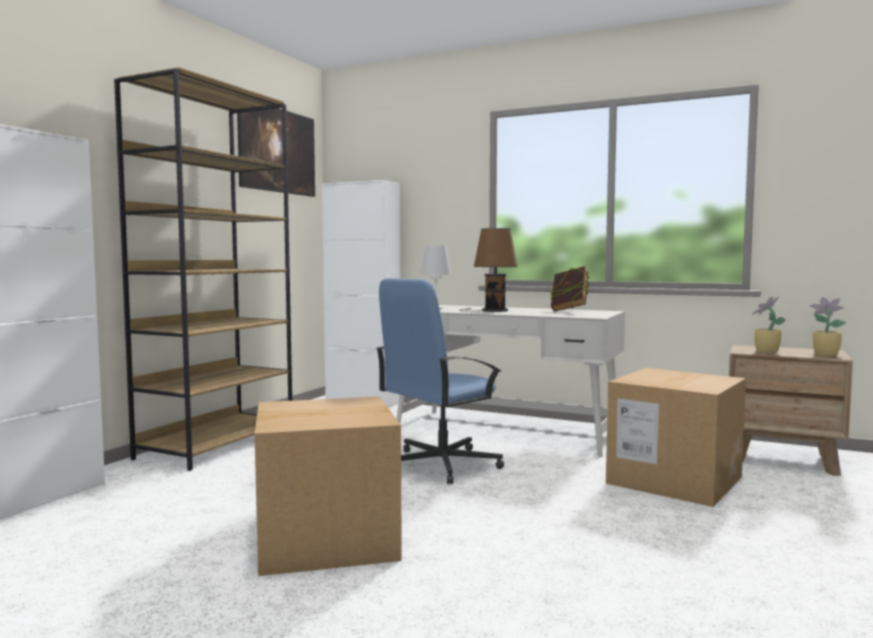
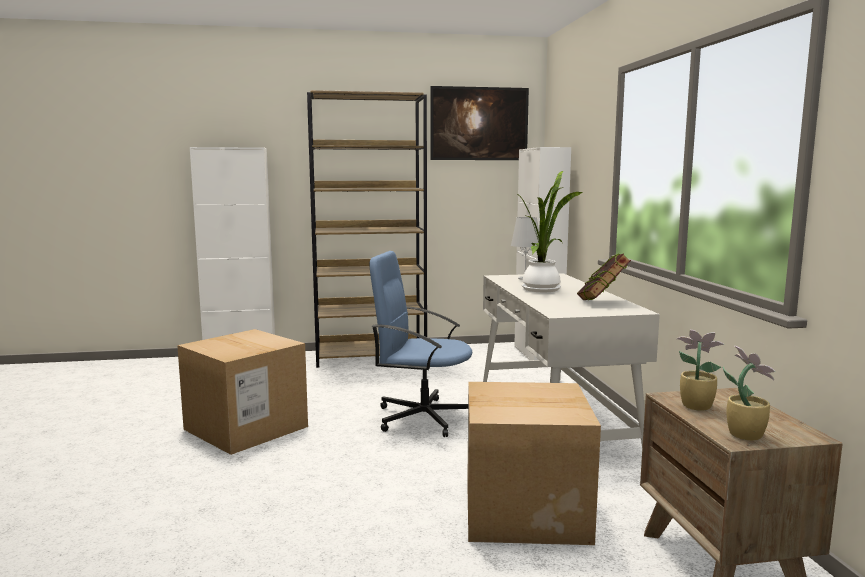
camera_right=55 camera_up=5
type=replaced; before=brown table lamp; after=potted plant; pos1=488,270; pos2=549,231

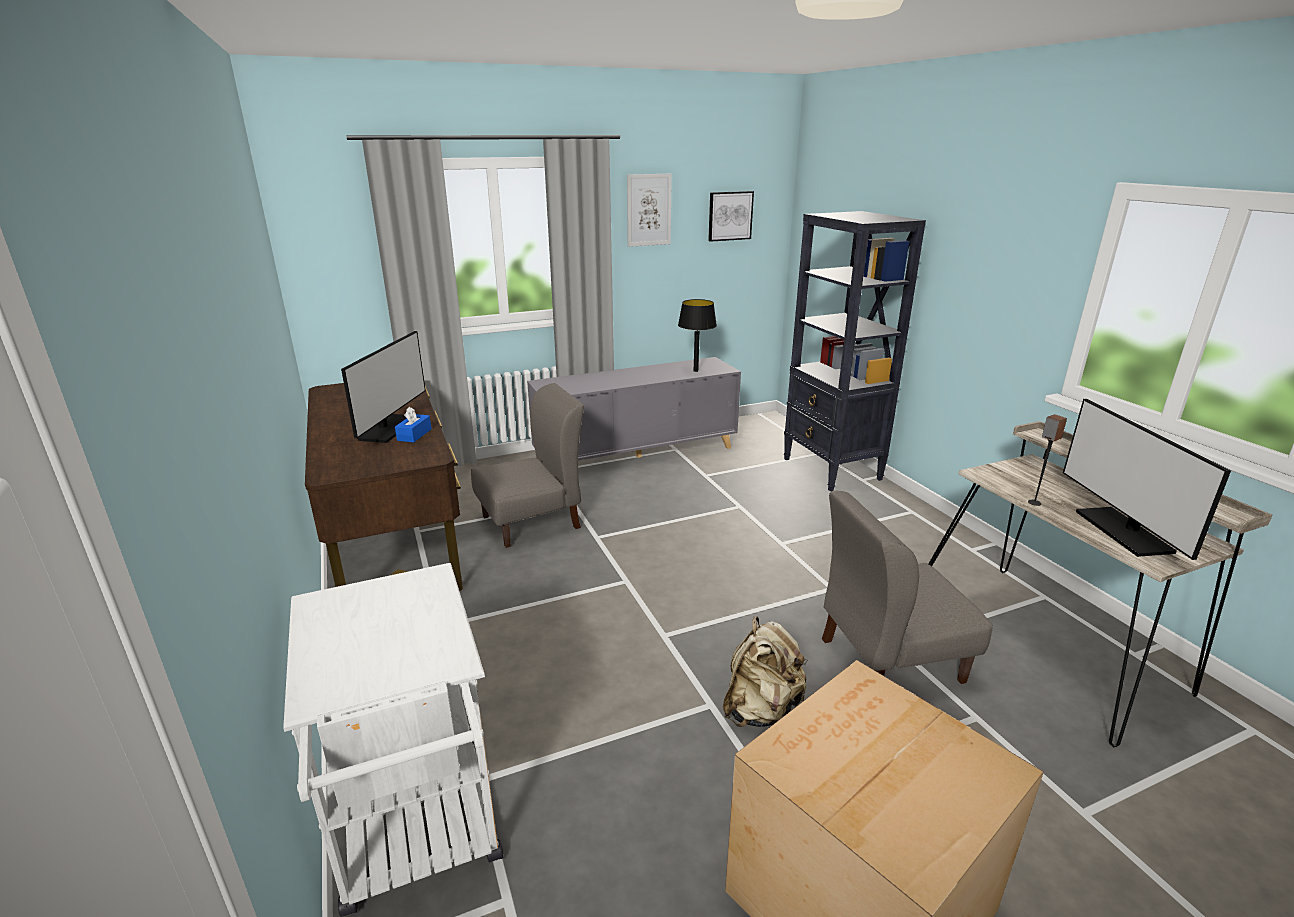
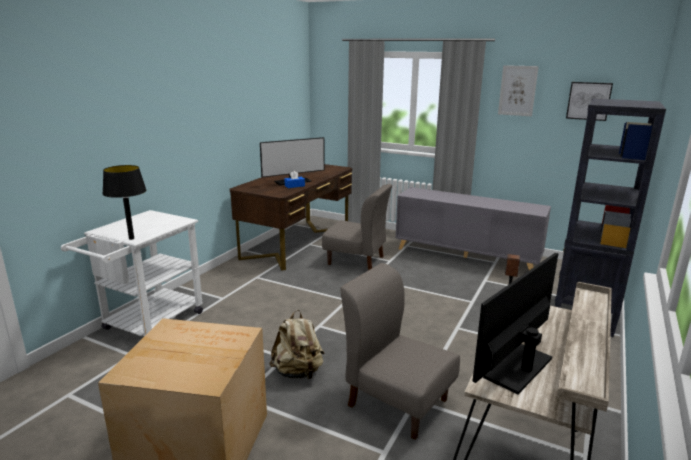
camera_right=50 camera_up=-5
type=moved; before=black table lamp; pos1=697,335; pos2=124,202

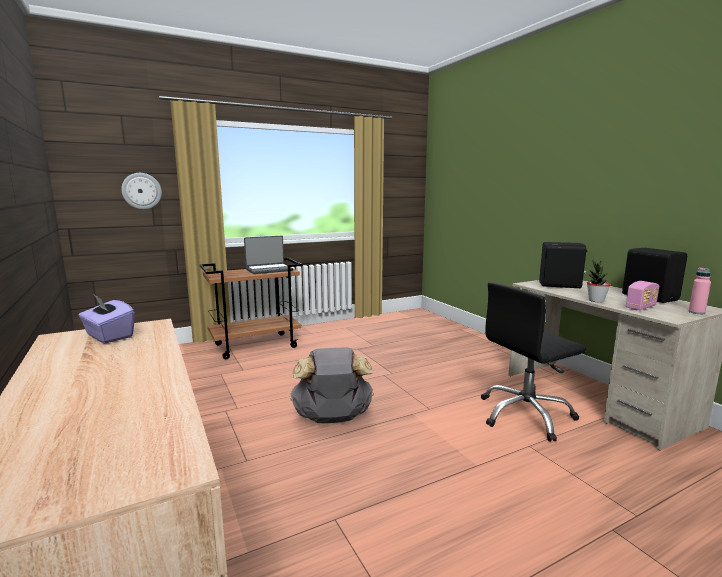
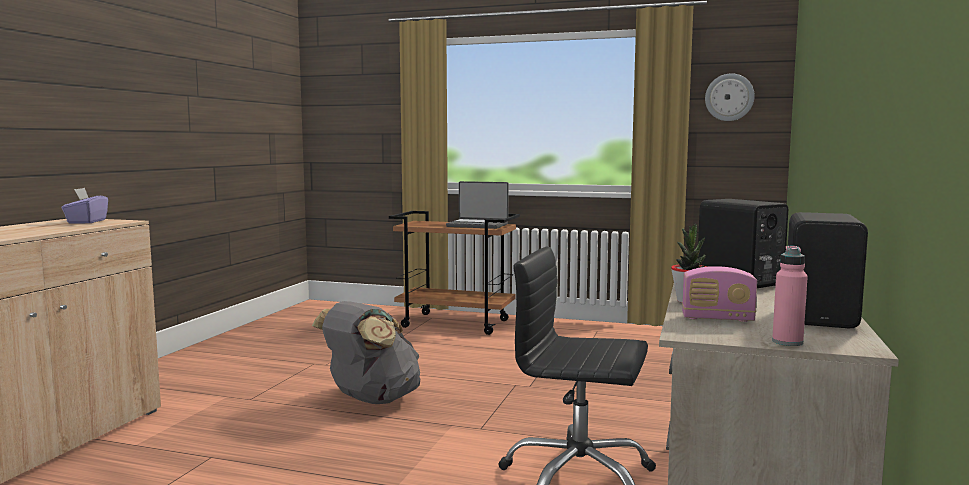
camera_right=45 camera_up=-5
type=moved; before=wall clock; pos1=141,191; pos2=730,97

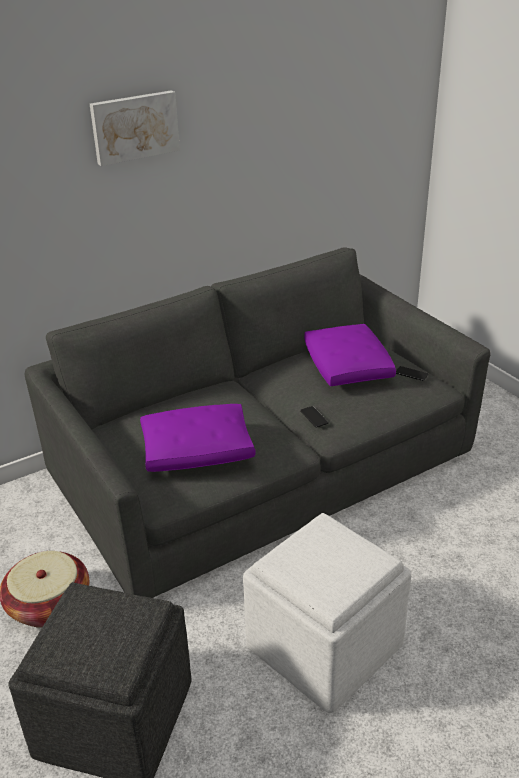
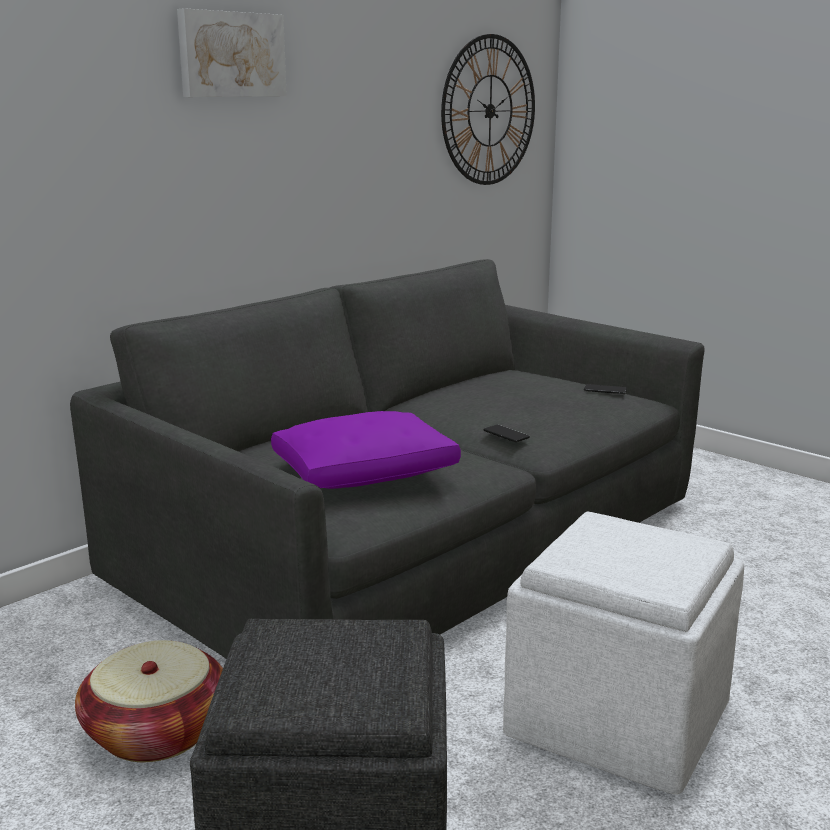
camera_right=-15 camera_up=-15
type=removed; before=purple pillow; pos1=350,355
type=added; after=wall clock; pos2=488,109

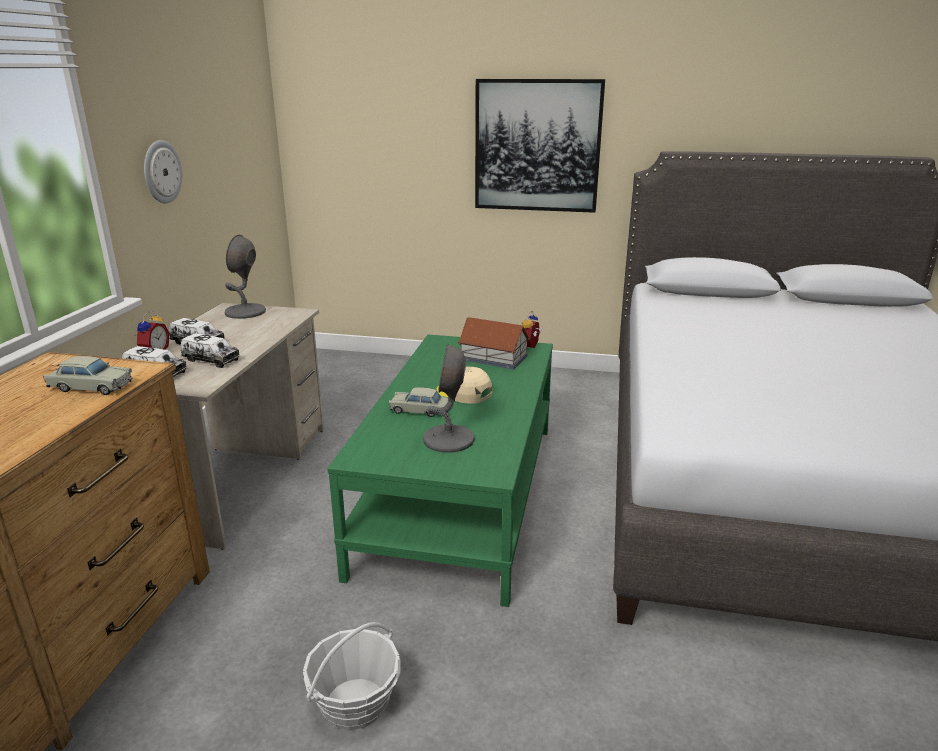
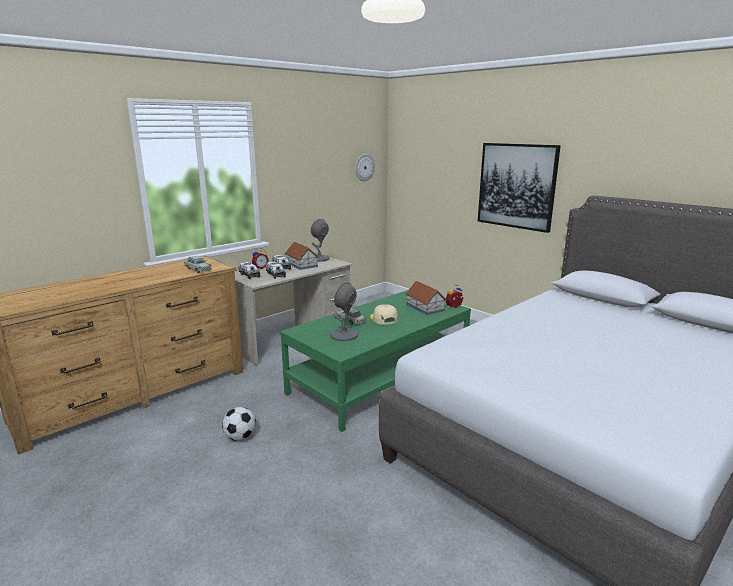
camera_right=35 camera_up=-5
type=moved; before=wall clock; pos1=163,172; pos2=365,167
type=replaced; before=basket; after=football; pos1=352,676; pos2=239,424
type=added; after=toy house; pos2=302,256

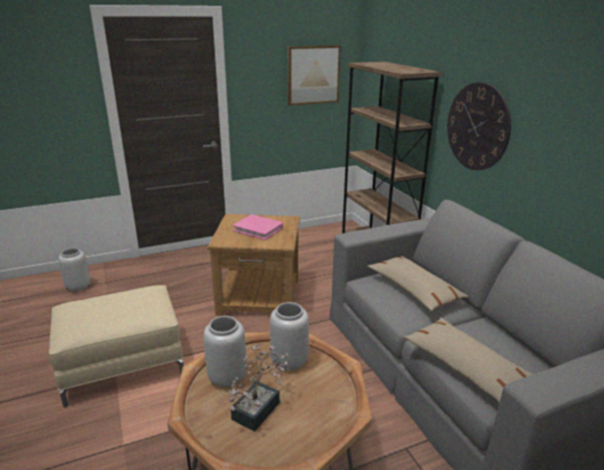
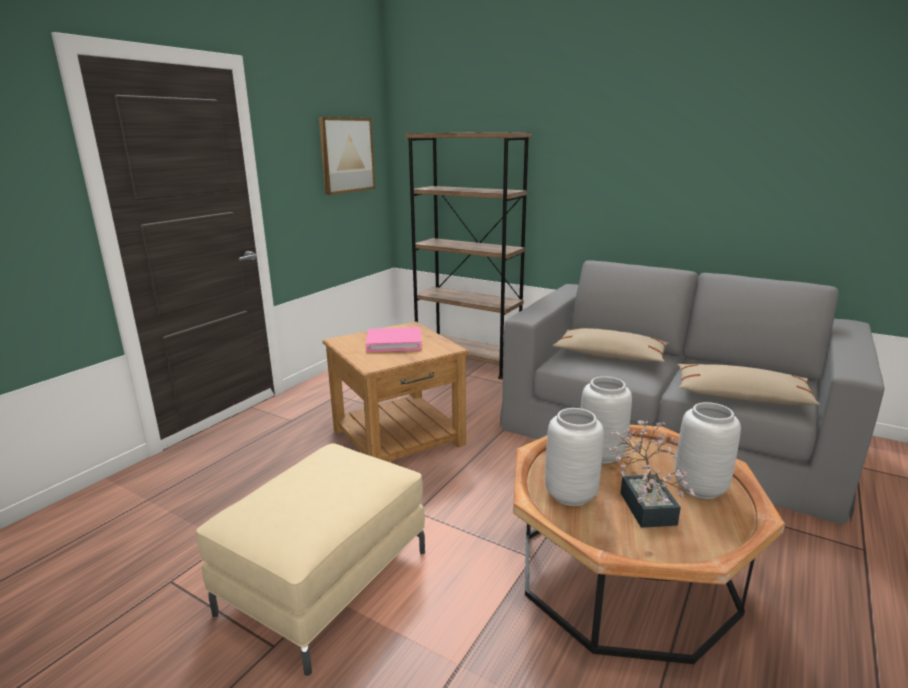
camera_right=-35 camera_up=-5
type=moved; before=grey vase; pos1=74,270; pos2=708,450
type=removed; before=wall clock; pos1=479,126

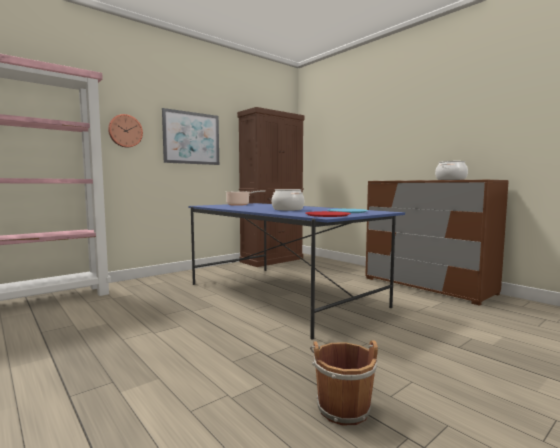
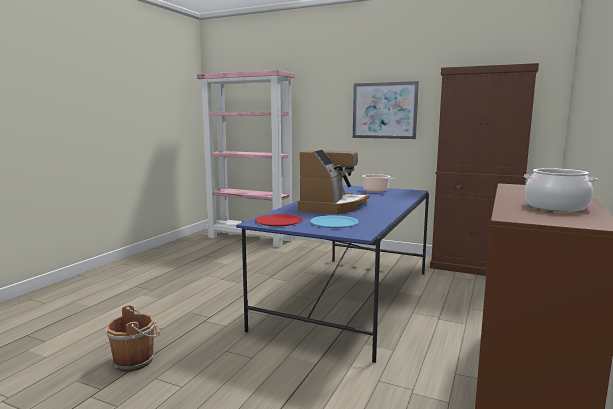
camera_right=65 camera_up=5
type=removed; before=wall clock; pos1=125,131
type=replaced; before=cooking pot; after=coffee machine; pos1=288,200; pos2=333,182

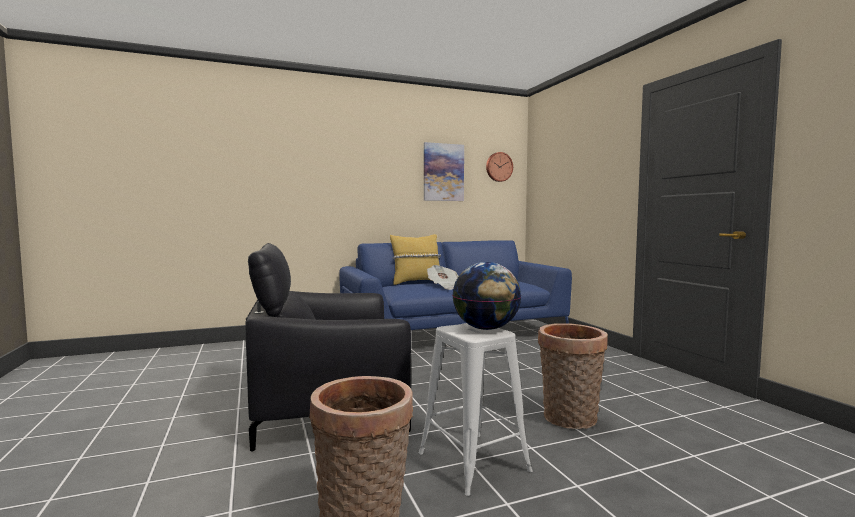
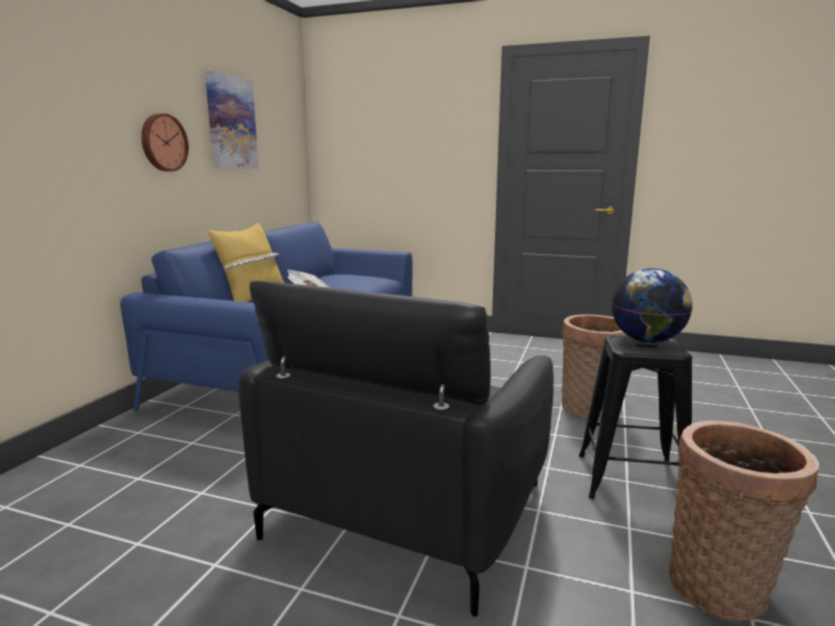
camera_right=-50 camera_up=10
type=recoloured; before=white stool; after=black stool; pos1=476,409; pos2=635,417
type=moved; before=wall clock; pos1=499,167; pos2=165,142

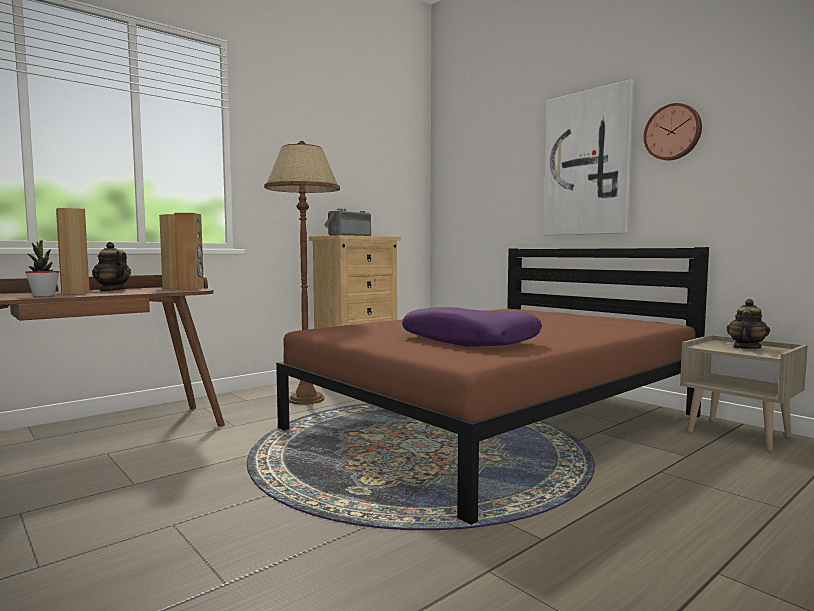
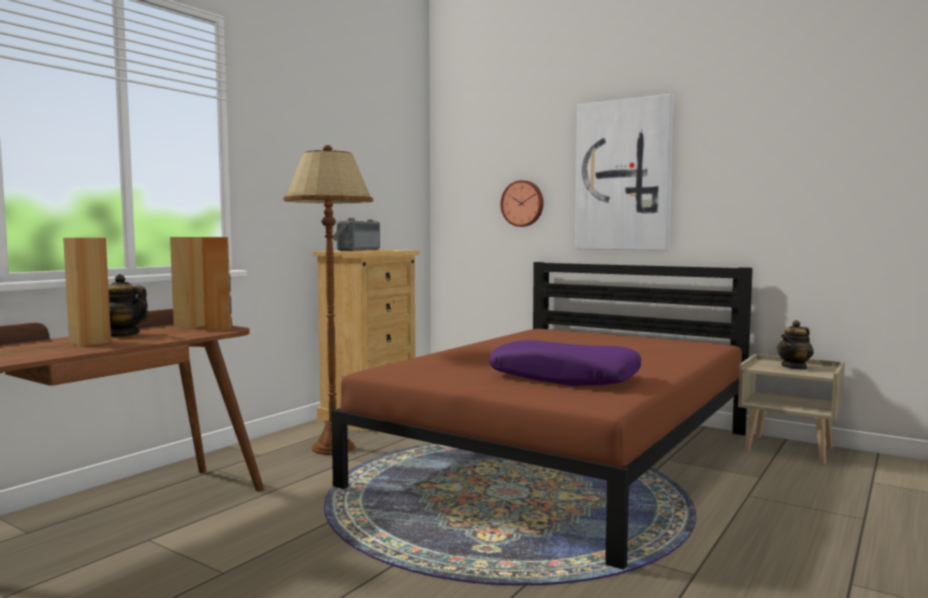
camera_right=-15 camera_up=0
type=removed; before=potted plant; pos1=42,268
type=moved; before=wall clock; pos1=673,131; pos2=522,203
type=turned; before=teapot; pos1=748,324; pos2=795,345; turn=-150

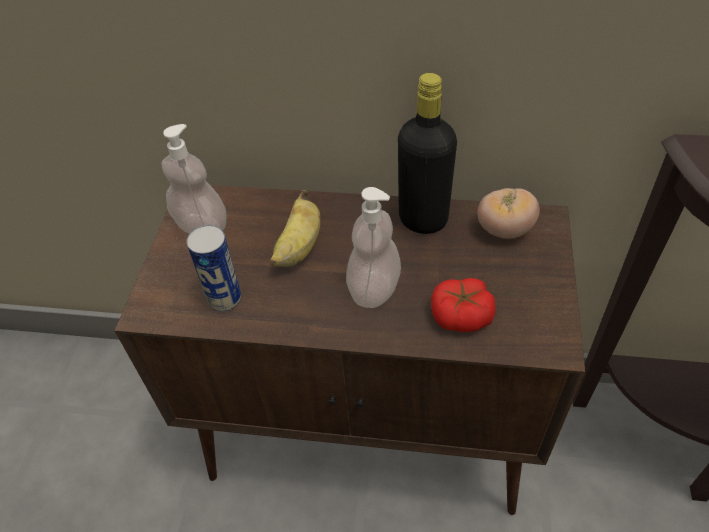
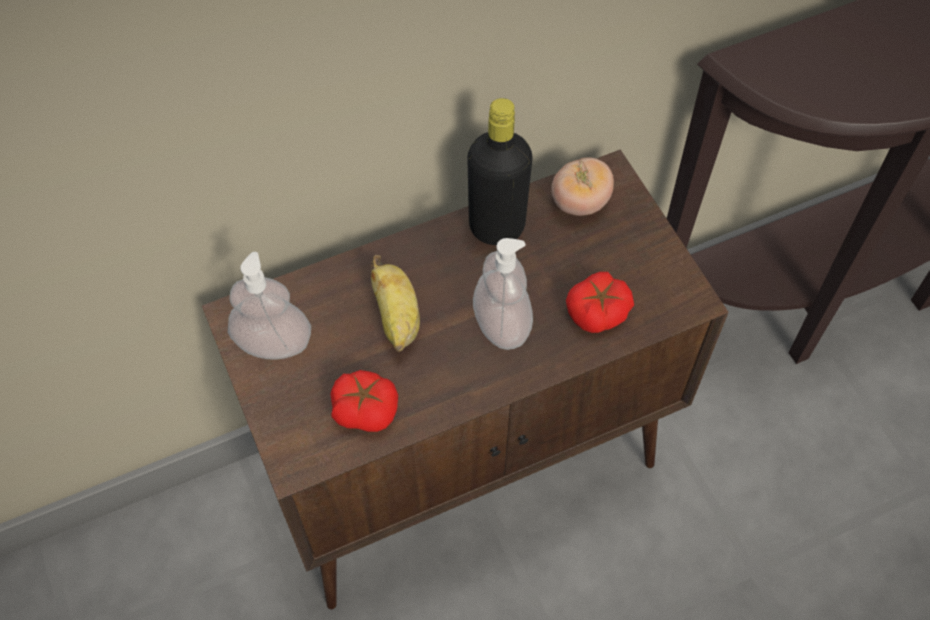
camera_right=-35 camera_up=10
type=replaced; before=can; after=tomato; pos1=214,268; pos2=364,401

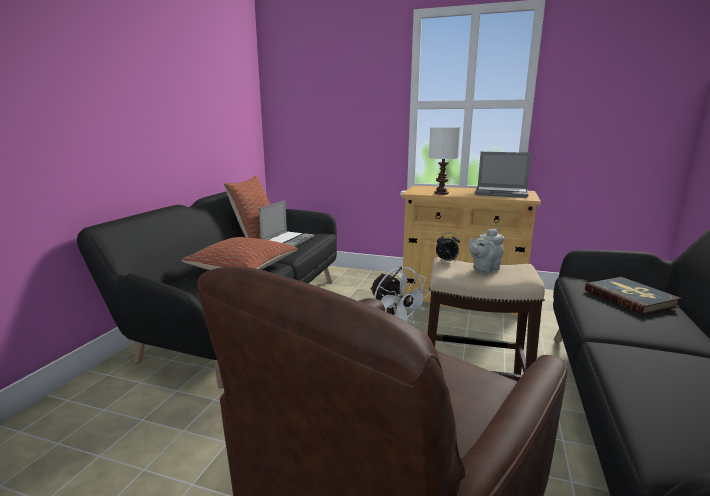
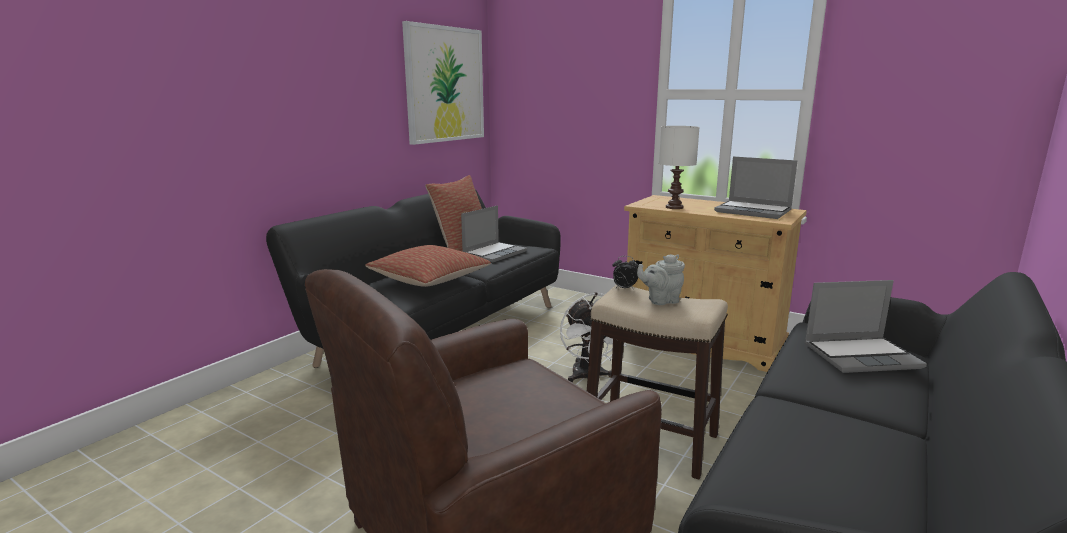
camera_right=15 camera_up=0
type=replaced; before=book; after=laptop; pos1=633,296; pos2=865,326
type=added; after=picture; pos2=443,83

